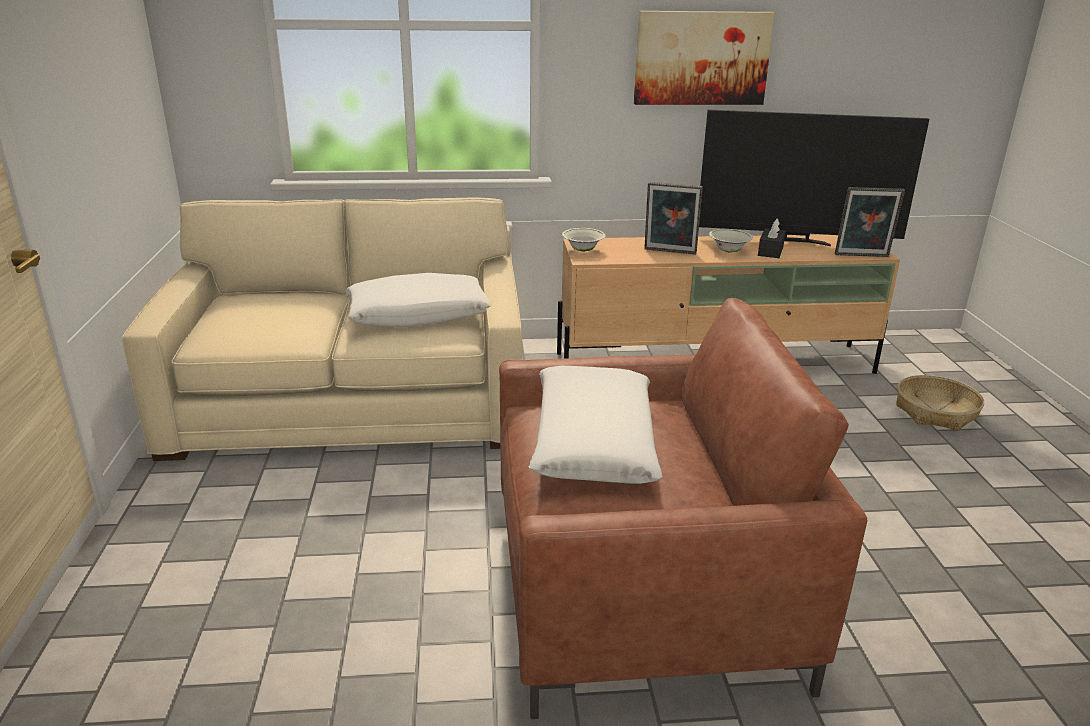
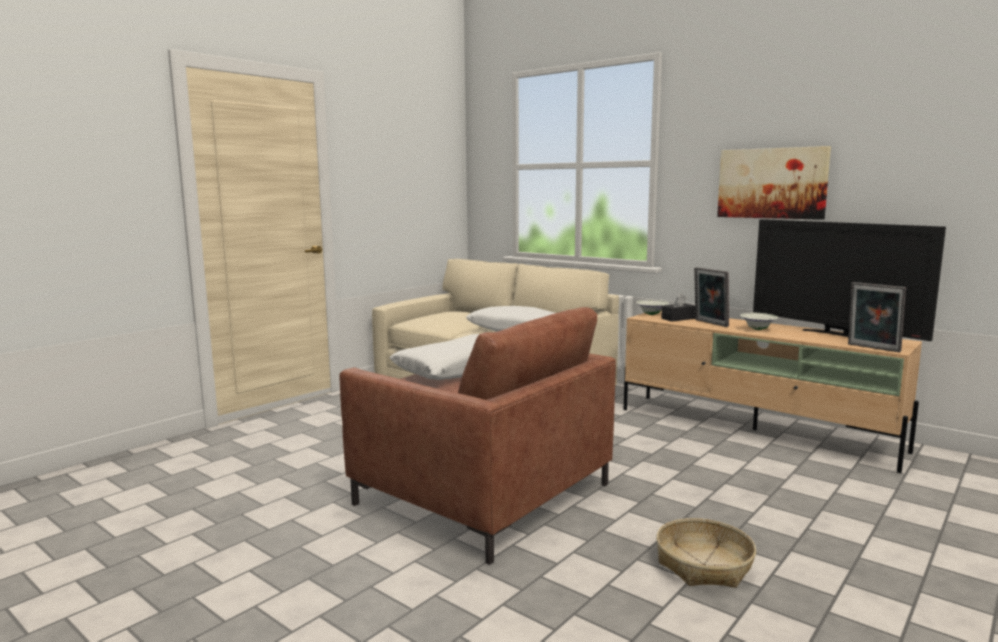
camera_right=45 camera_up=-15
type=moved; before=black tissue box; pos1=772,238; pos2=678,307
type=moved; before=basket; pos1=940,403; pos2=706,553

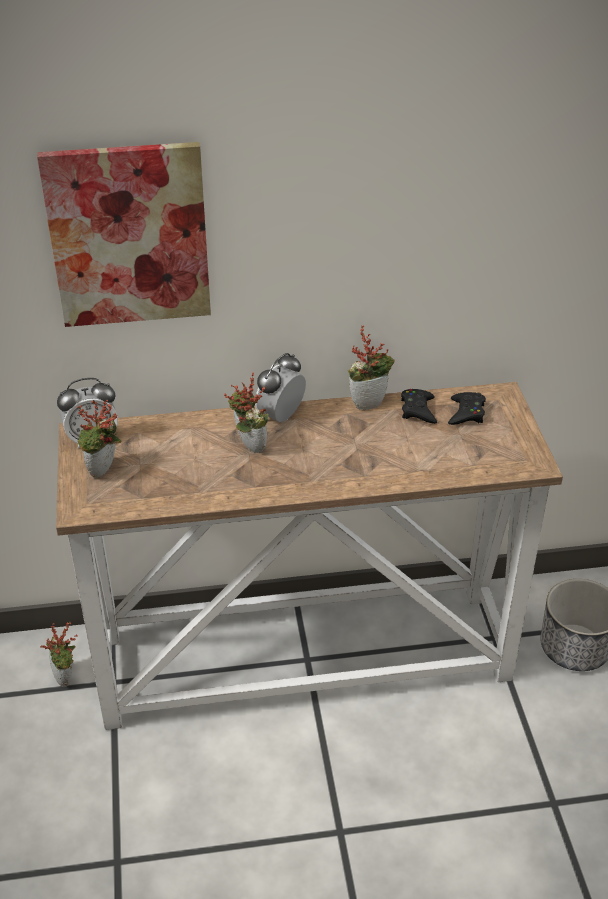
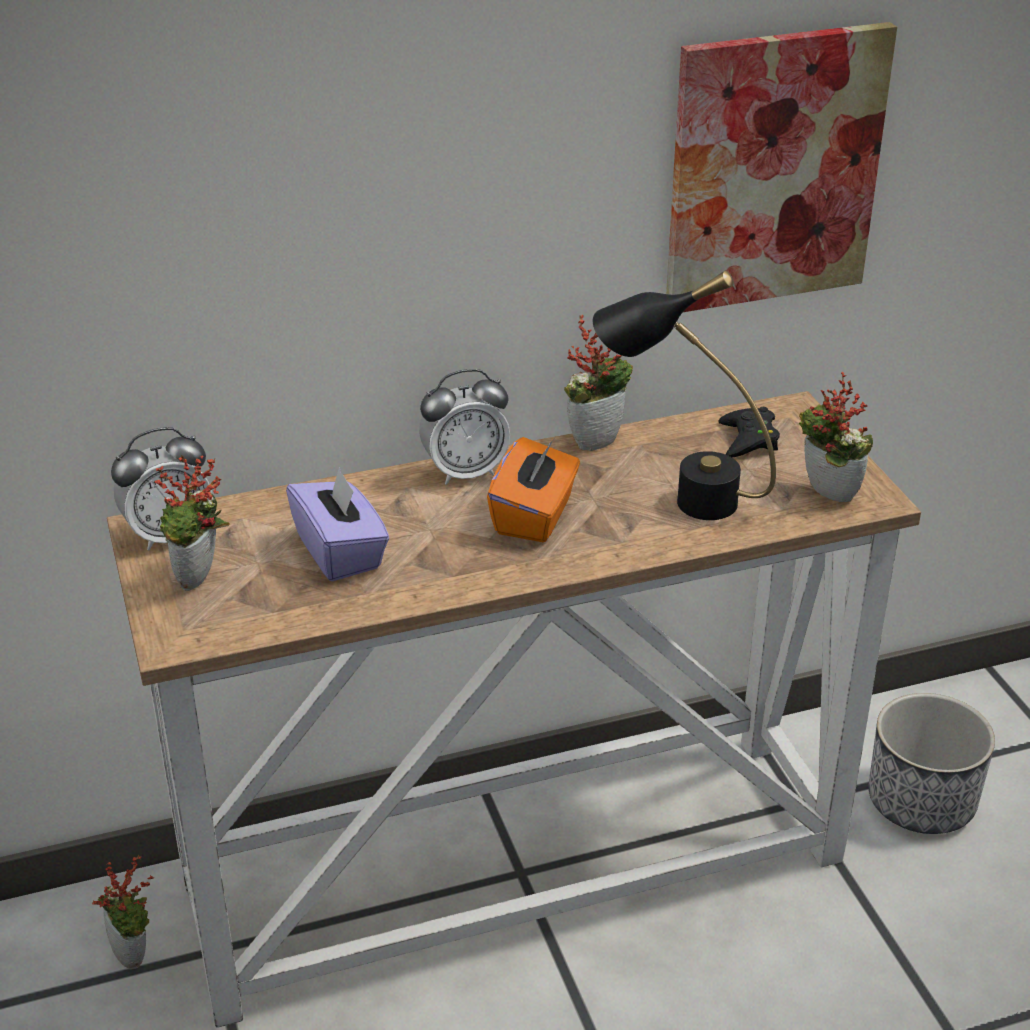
camera_right=-10 camera_up=-5
type=moved; before=picture; pos1=124,234; pos2=781,167
type=moved; before=potted plant; pos1=246,413; pos2=836,437
type=turned; before=alarm clock; pos1=280,387; pos2=464,427; turn=-135
type=removed; before=black game controller; pos1=419,406
type=added; after=purple tissue box; pos2=337,524
type=added; after=orange tissue box; pos2=533,490
type=added; after=black table lamp; pos2=684,395

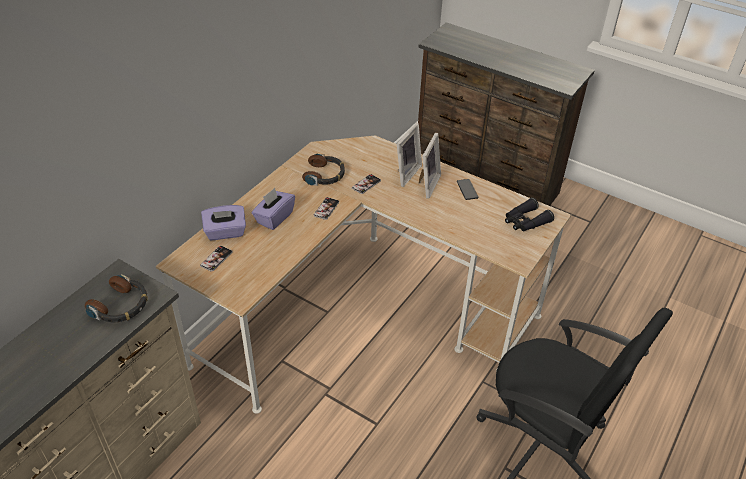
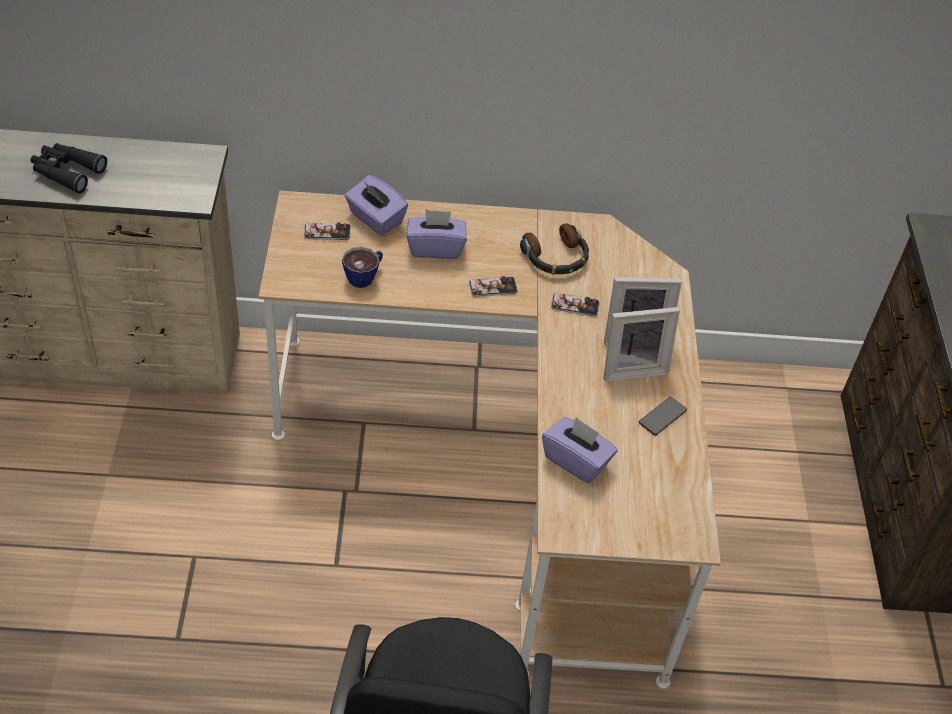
camera_right=55 camera_up=5
type=removed; before=headphones; pos1=116,298
type=moved; before=black binoculars; pos1=529,215; pos2=68,168
type=added; after=cup; pos2=362,267
type=added; after=purple tissue box; pos2=580,450

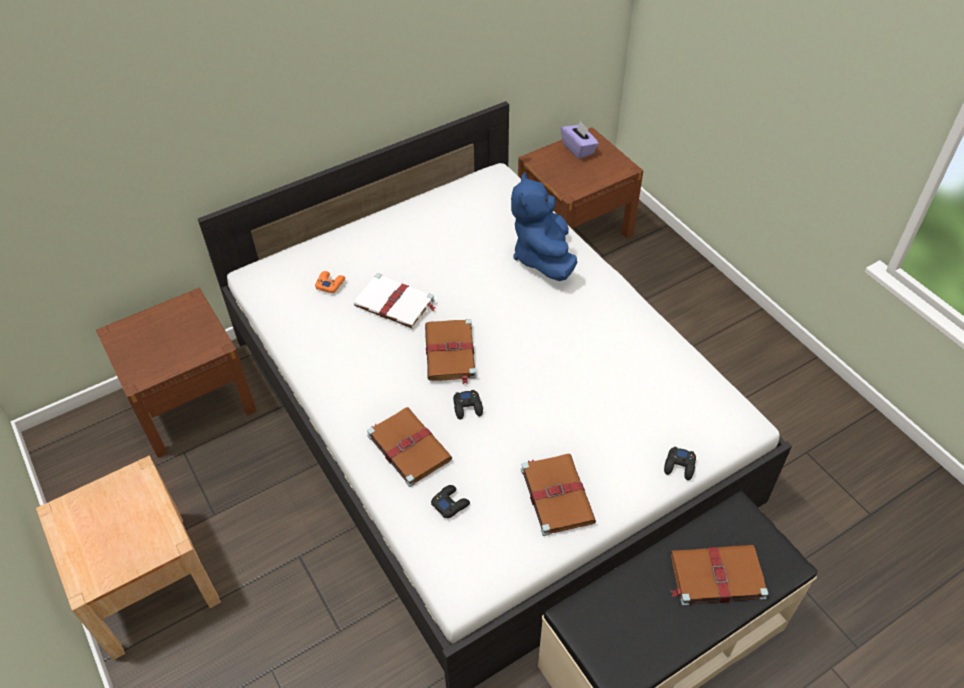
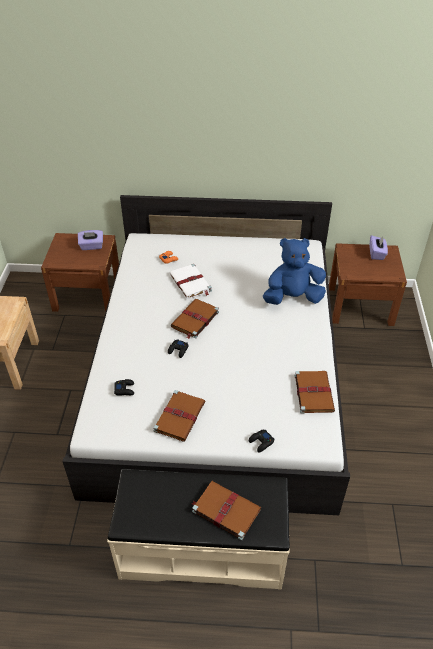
camera_right=35 camera_up=-5
type=moved; before=brown book; pos1=409,447; pos2=314,392
type=turned; before=blue plush toy; pos1=544,226; pos2=294,271; turn=45
type=added; after=purple tissue box; pos2=90,240

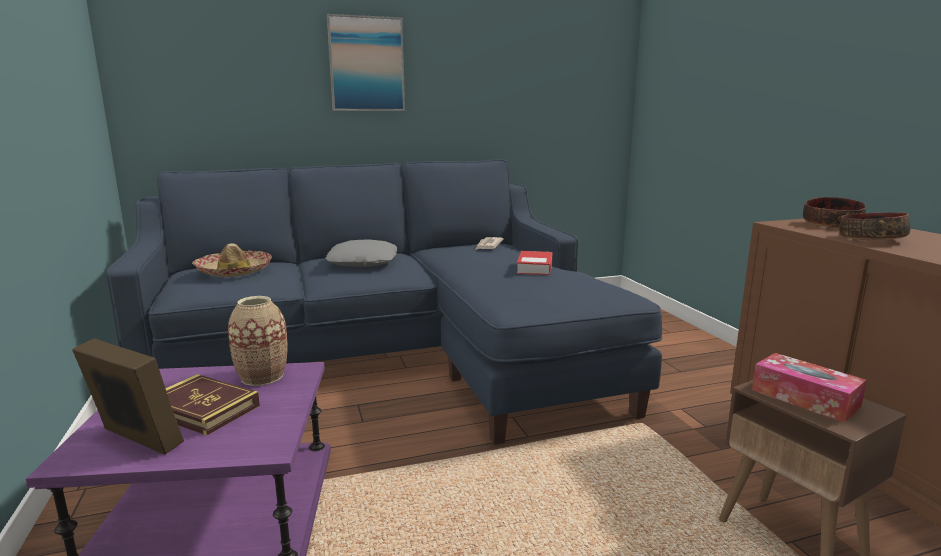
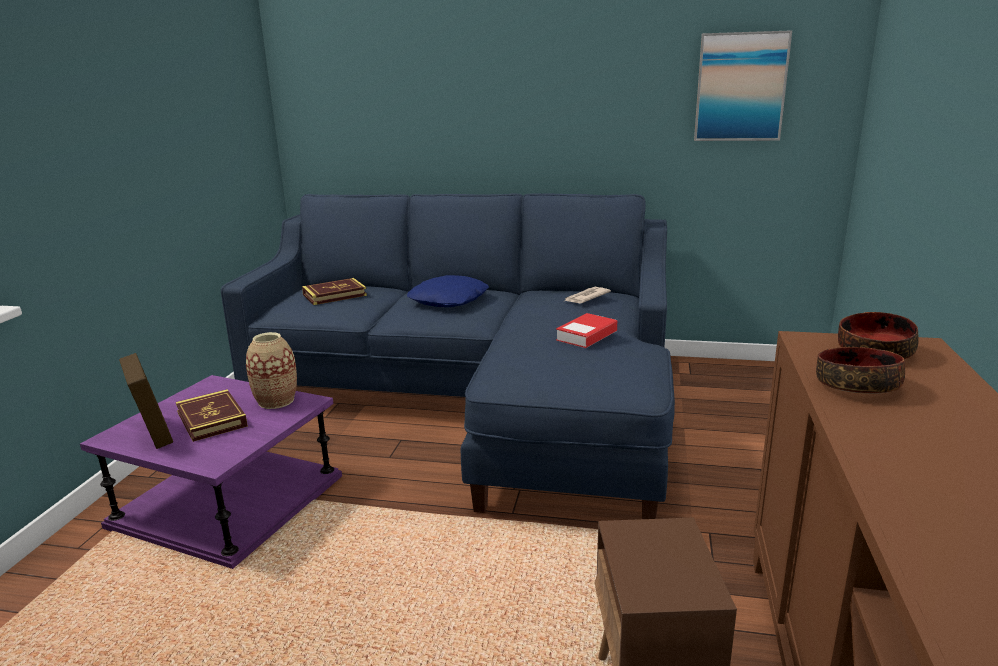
camera_right=30 camera_up=5
type=replaced; before=hat; after=book; pos1=232,260; pos2=334,291
type=recoloured; before=grey pillow; after=blue pillow; pos1=361,253; pos2=448,291
type=moved; before=picture; pos1=366,62; pos2=743,85
type=removed; before=tissue box; pos1=809,387

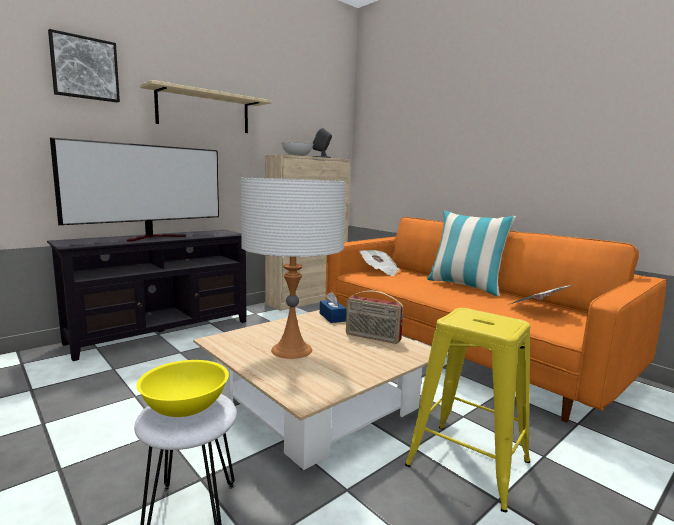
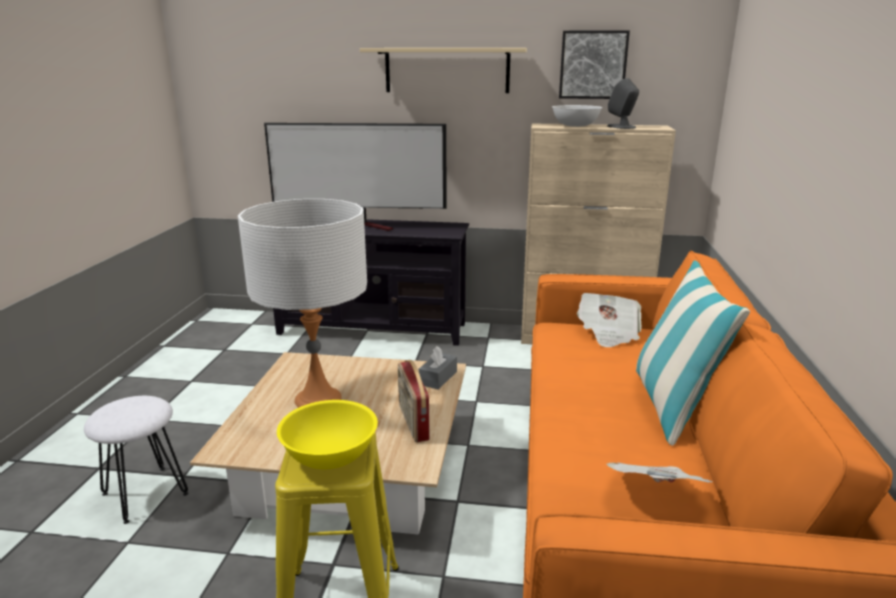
camera_right=50 camera_up=10
type=moved; before=picture; pos1=84,66; pos2=594,64
type=moved; before=yellow bowl; pos1=182,388; pos2=327,434
type=recoloured; before=blue tissue box; after=grey tissue box; pos1=333,307; pos2=438,367

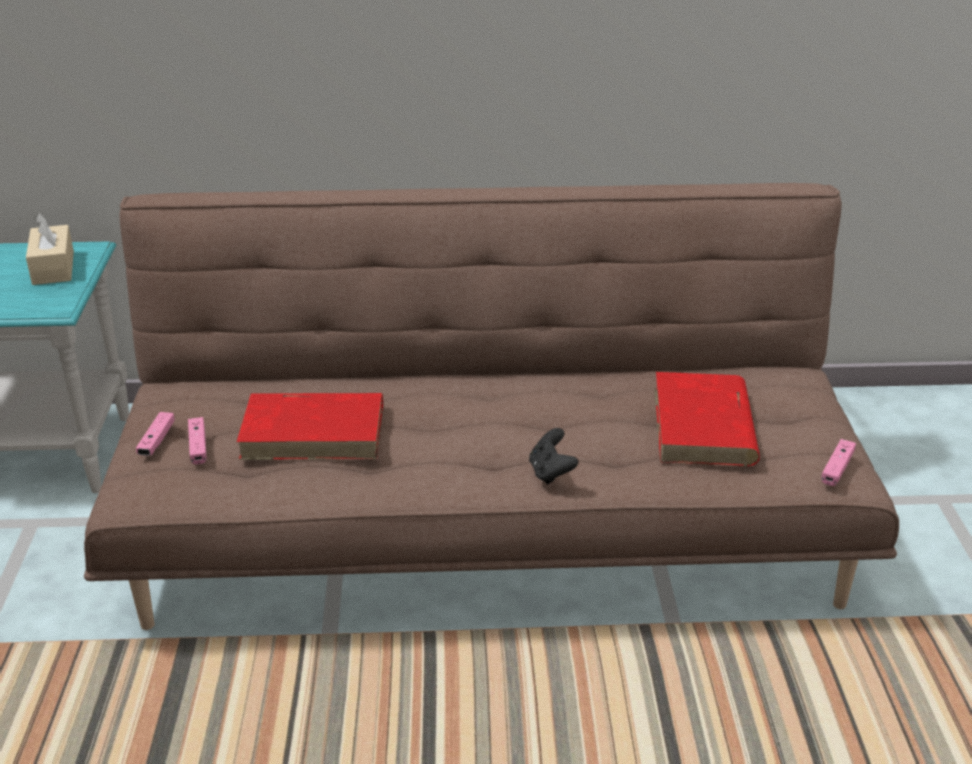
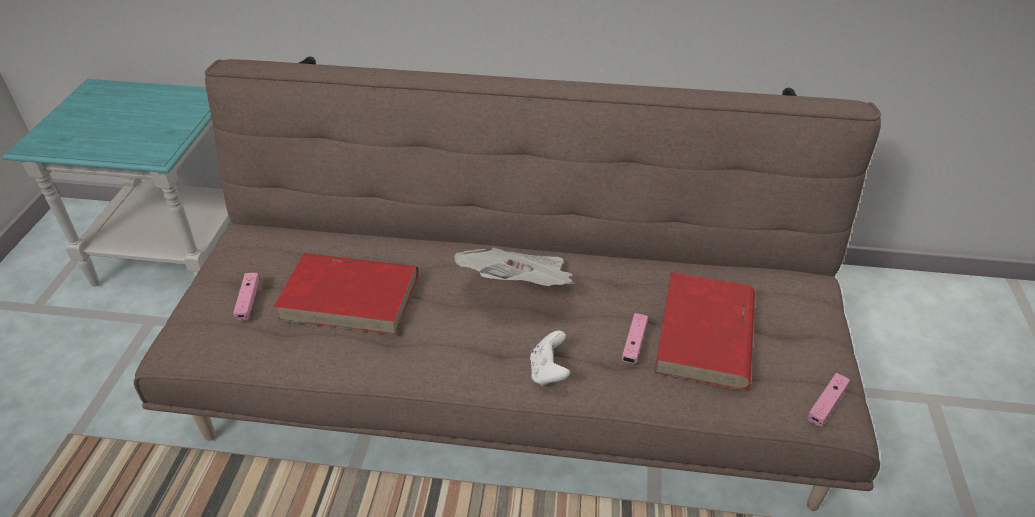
camera_right=10 camera_up=10
type=removed; before=beige tissue box; pos1=50,249
type=moved; before=pink game controller; pos1=155,434; pos2=634,338
type=recoloured; before=black game controller; after=white game controller; pos1=553,456; pos2=550,358
type=added; after=newspaper; pos2=514,267

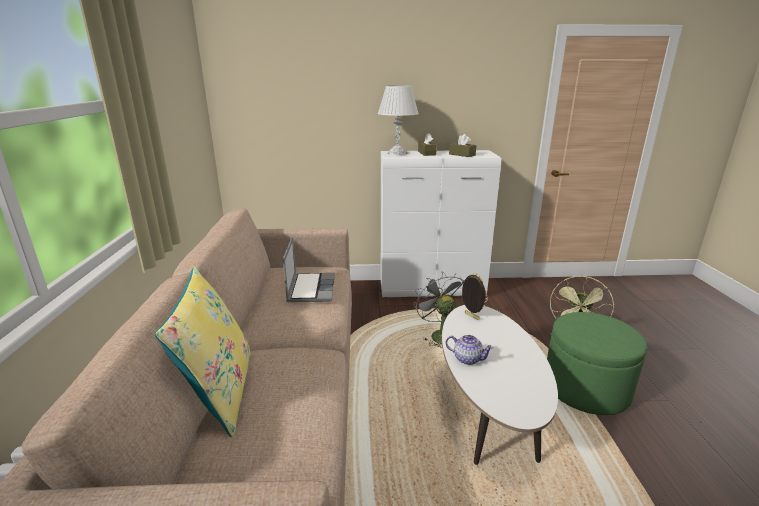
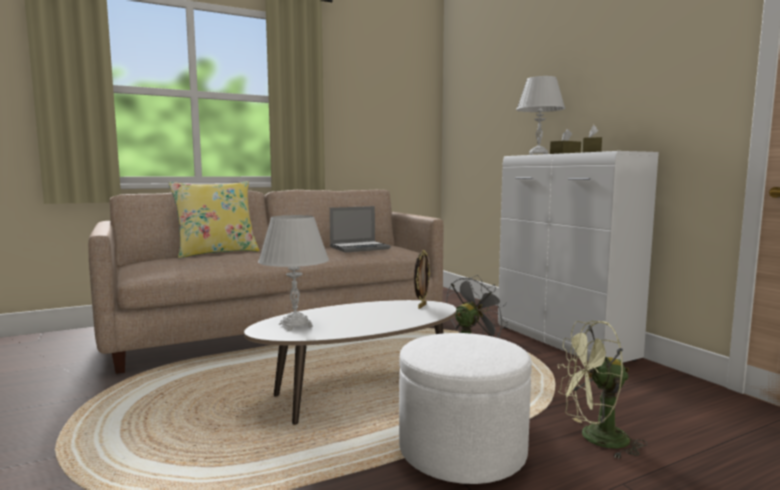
camera_right=65 camera_up=-15
type=removed; before=teapot; pos1=469,350
type=recoloured; before=green ottoman; after=white ottoman; pos1=597,363; pos2=465,408
type=added; after=white table lamp; pos2=293,273

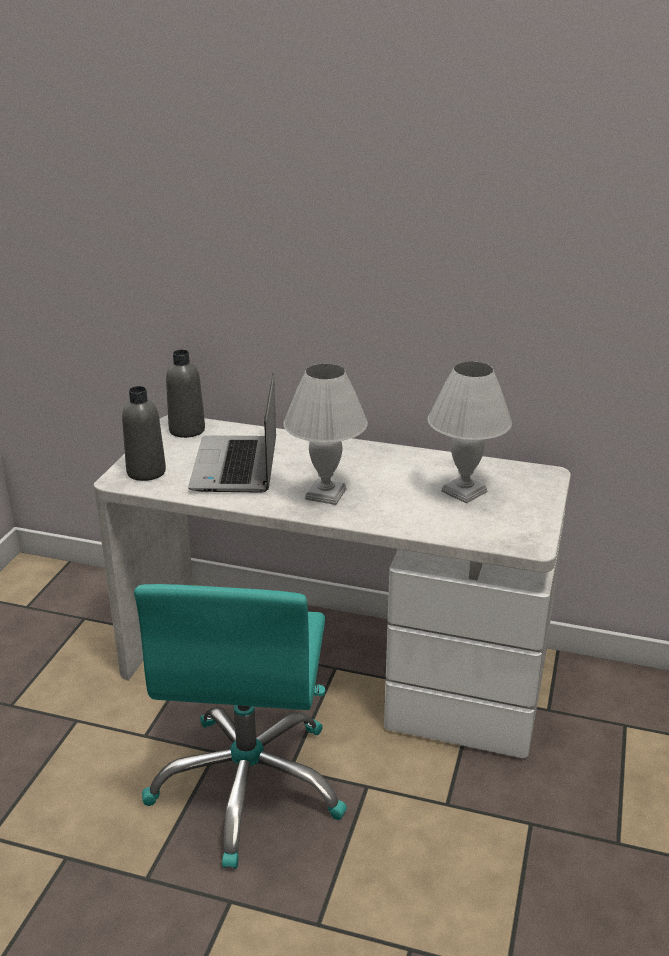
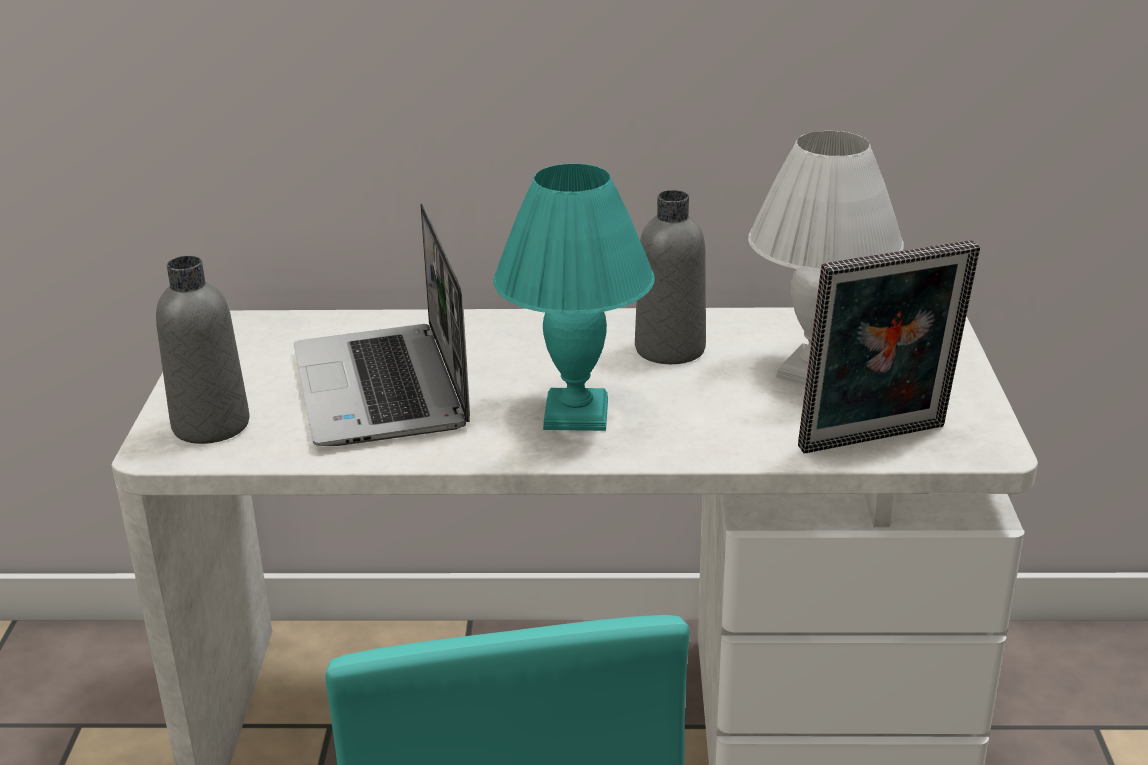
camera_right=-15 camera_up=0
type=moved; before=grey bottle; pos1=185,394; pos2=670,277
type=recoloured; before=white table lamp; after=turquoise table lamp; pos1=325,434; pos2=574,297
type=added; after=picture frame; pos2=889,347

